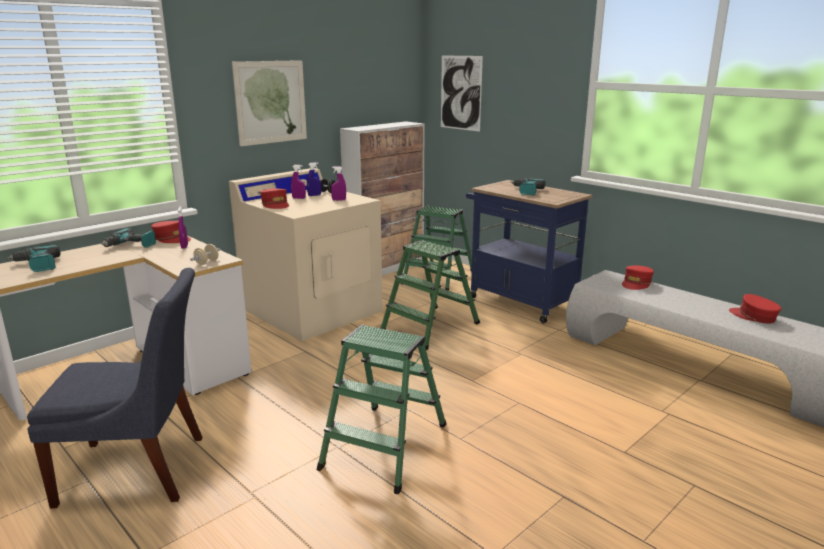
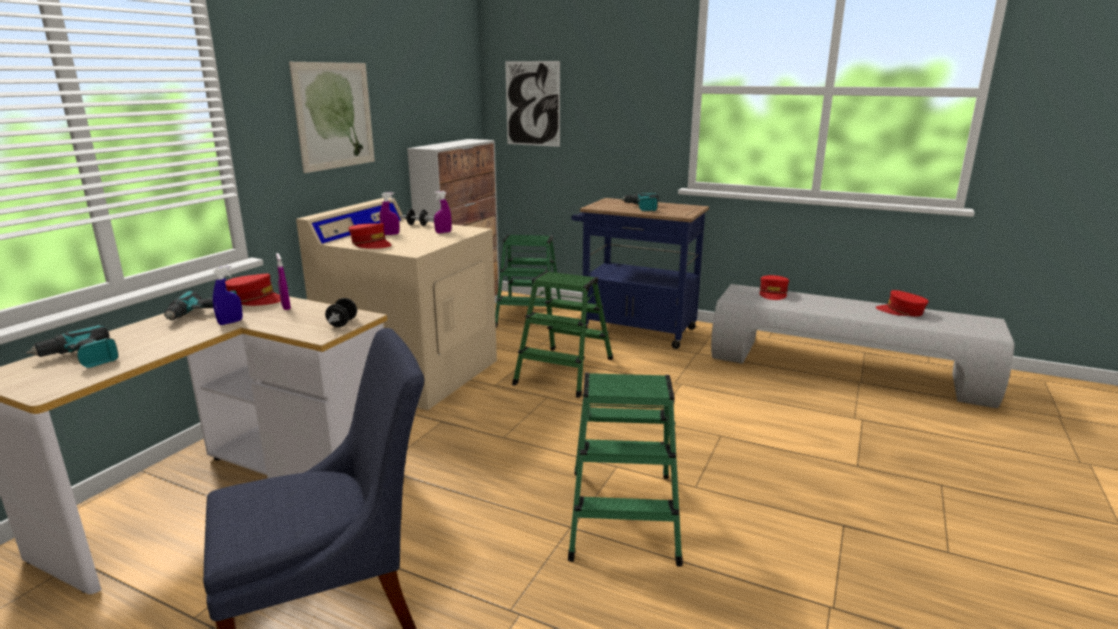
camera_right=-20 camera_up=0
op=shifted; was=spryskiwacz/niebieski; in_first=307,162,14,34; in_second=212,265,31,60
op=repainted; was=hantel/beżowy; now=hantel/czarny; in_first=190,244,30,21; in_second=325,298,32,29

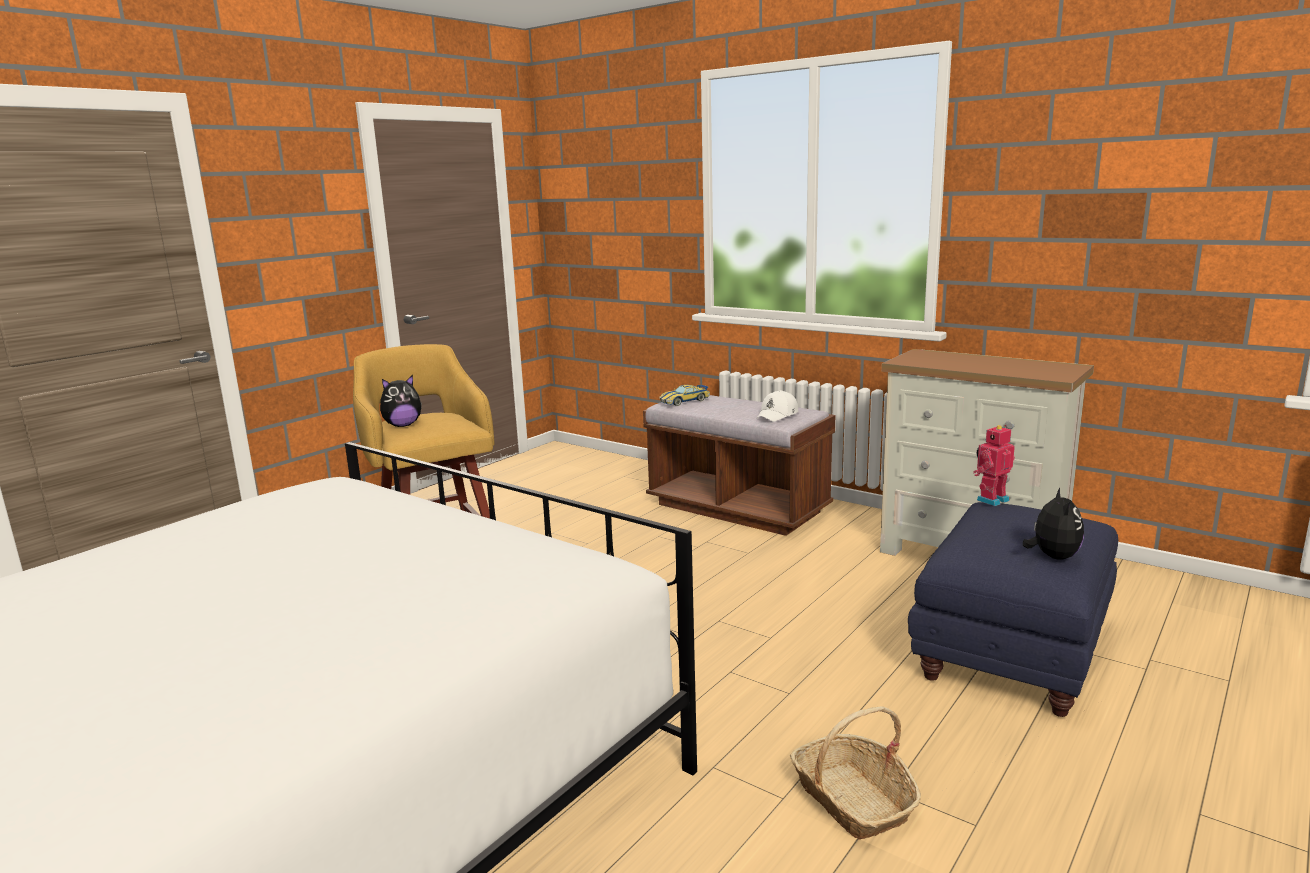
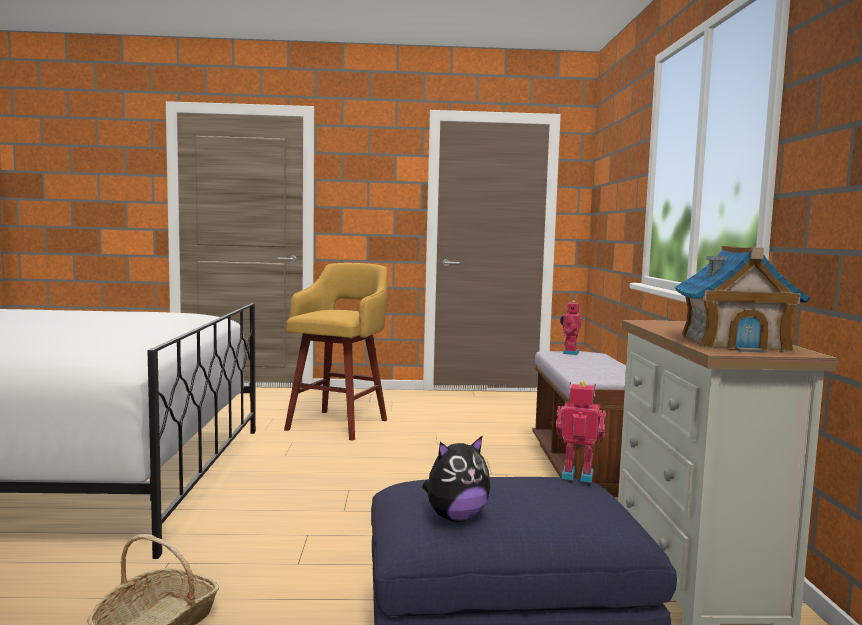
camera_right=50 camera_up=-10
op=gone; was=pluszak; in_first=380,375,42,52
op=gone; was=czapka z daszkiem/biały; in_first=757,390,41,32
op=new; now=domek; in_second=675,246,135,107
op=swapped; was=samochodzik; now=robot zabawkowy; in_first=659,385,51,21; in_second=560,300,22,55

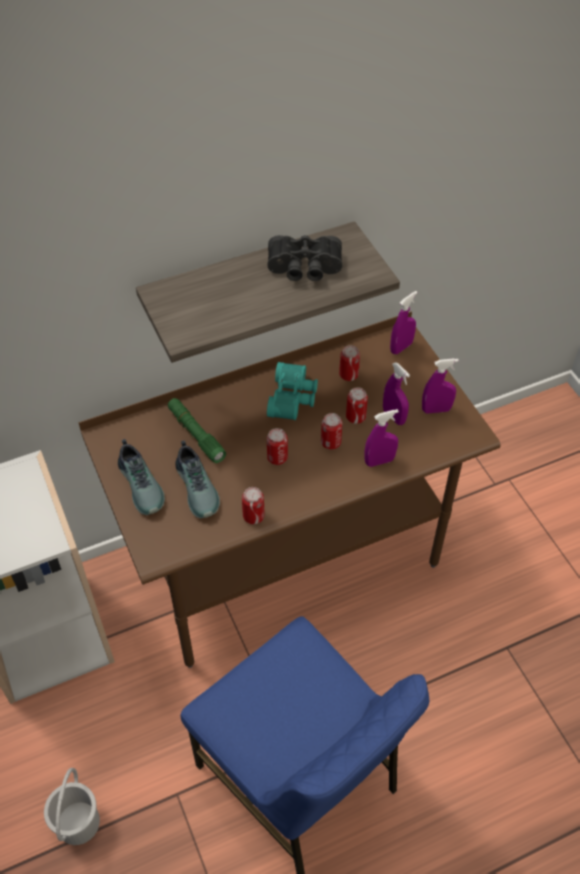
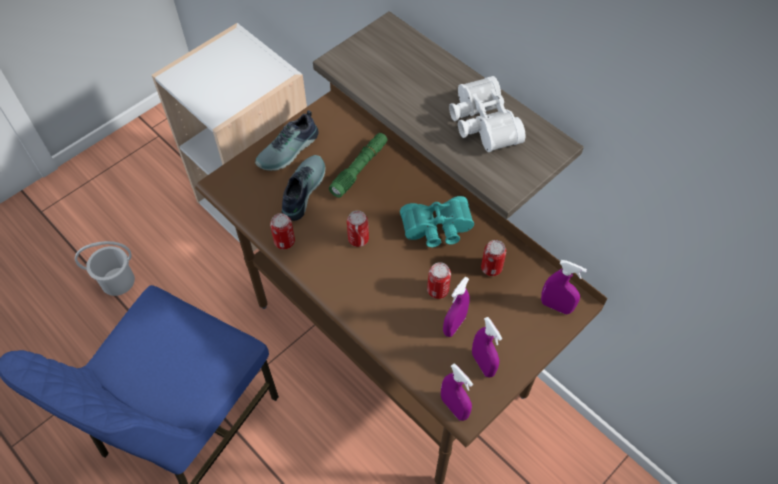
camera_right=70 camera_up=5
op=gone; was=puszka; in_first=321,413,21,37
op=shifted; was=spryskiwacz/fioletowy; in_first=364,409,35,58; in_second=441,363,32,58
op=repainted; was=lornetka/czarny; now=lornetka/biały; in_first=267,235,75,46; in_second=449,76,77,76
op=rotated; was=but; in_first=175,440,45,79; in_second=281,155,45,66; clockwise=150

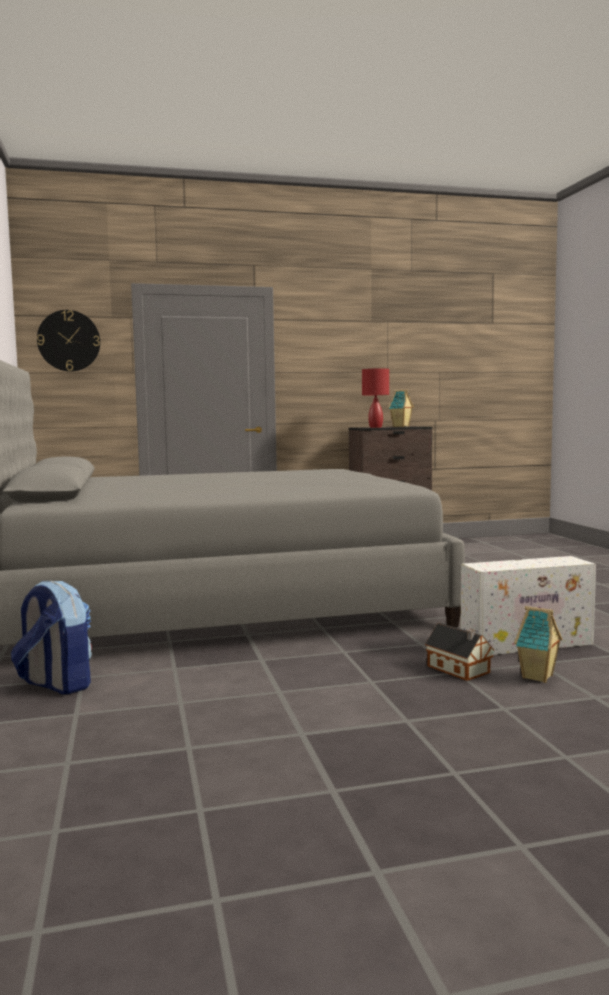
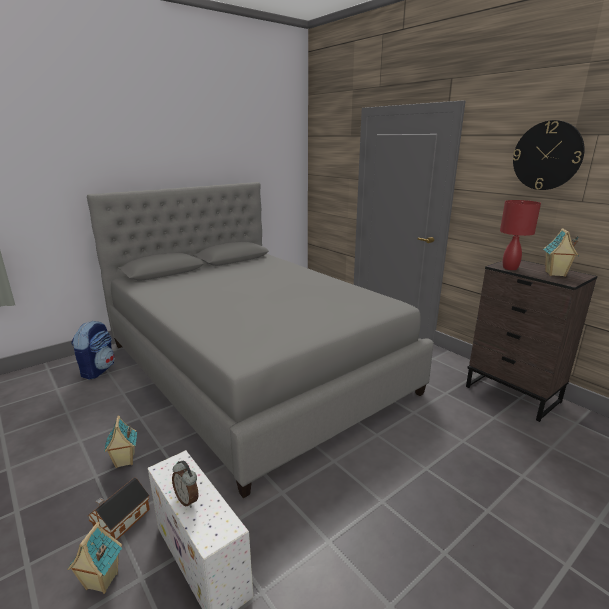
camera_right=65 camera_up=15
op=new; now=domek; in_second=104,415,33,53
op=new; now=budzik; in_second=172,460,27,48
op=shifted; was=zegar ścienny; in_first=37,310,63,62; in_second=513,120,72,70

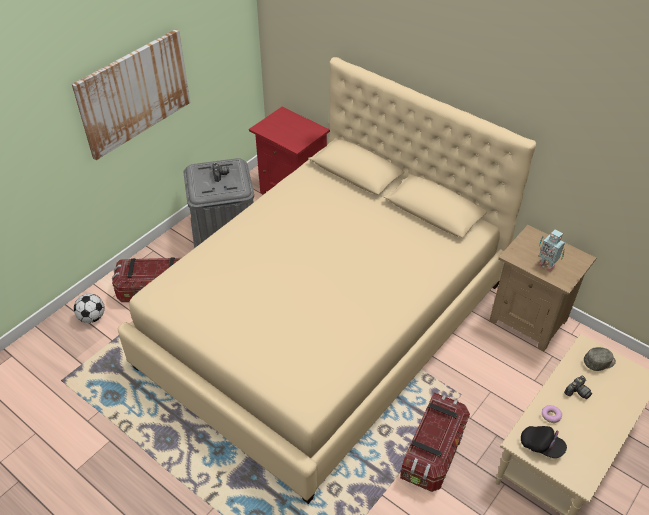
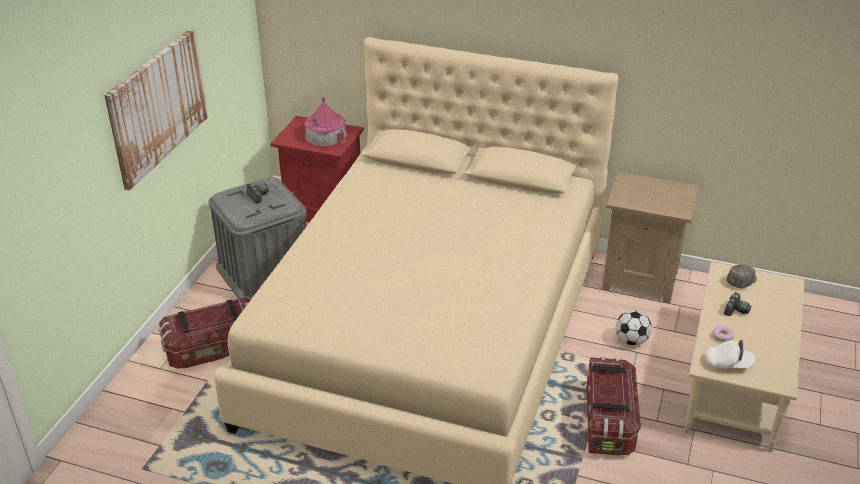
camera_right=-20 camera_up=-10
op=gone; was=robot zabawkowy; in_first=538,229,27,43
op=new; now=domek; in_second=304,97,43,50
op=shifted; was=piłka futbolowa; in_first=74,294,31,29; in_second=616,310,36,36
op=repainted; was=czapka z daszkiem/czarny; now=czapka z daszkiem/biały; in_first=521,426,46,32; in_second=705,340,50,29

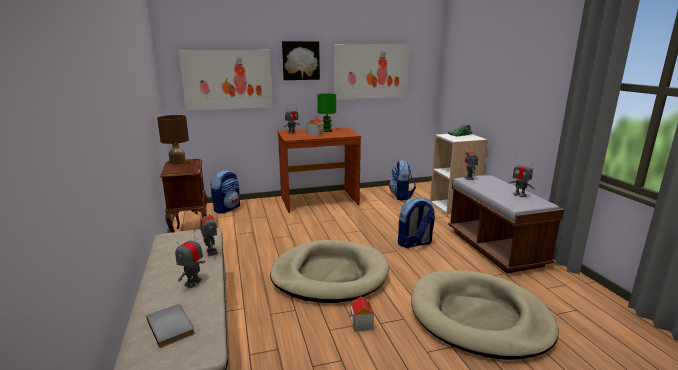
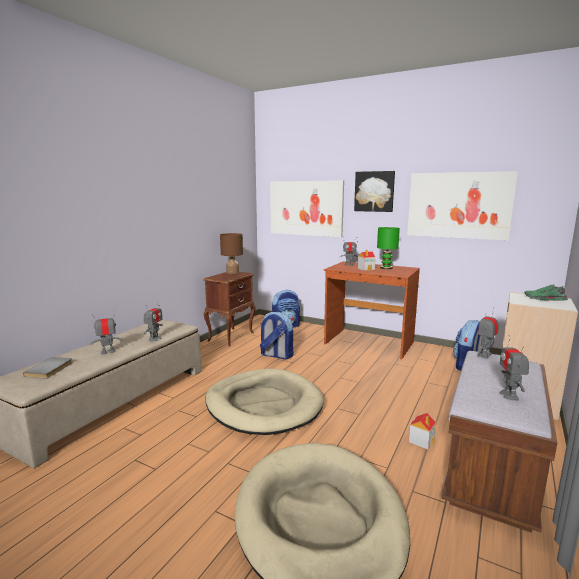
camera_right=45 camera_up=-5
op=shifted; was=domek; in_first=351,296,23,36; in_second=409,413,27,36
op=shifted; was=plecak; in_first=398,197,37,51; in_second=260,312,33,48

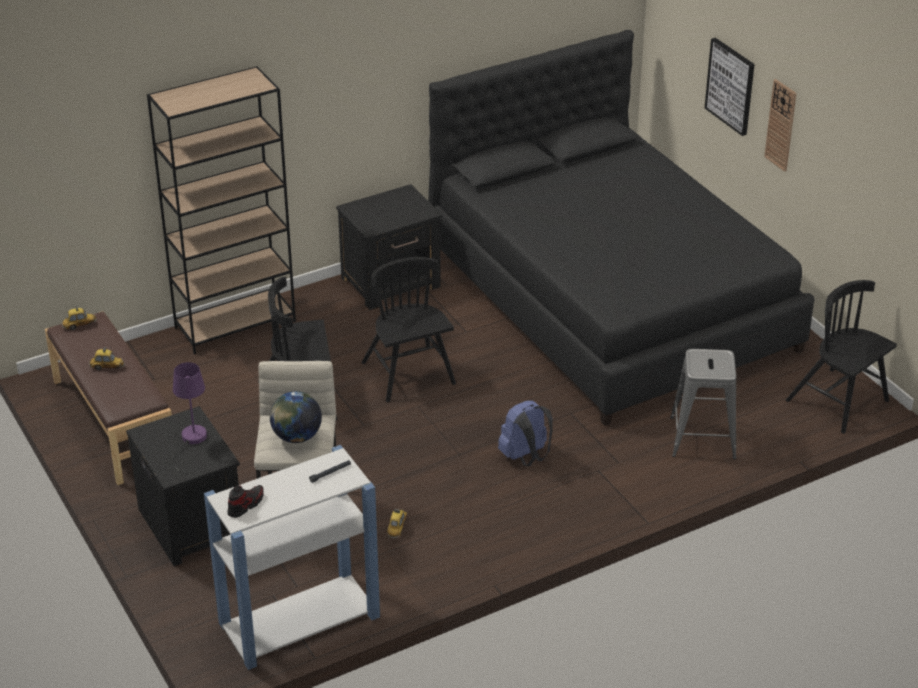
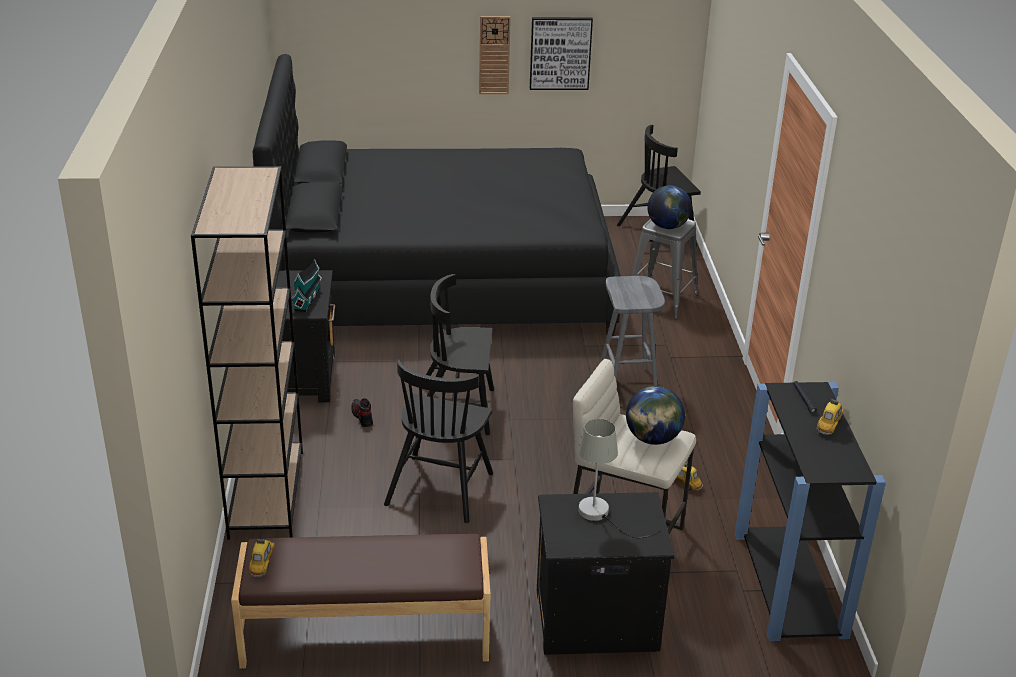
camera_right=-65 camera_up=-5
op=new; now=domek; in_second=291,259,31,53
op=new; now=globus; in_second=647,185,45,44
op=shifted; was=samochodzik; in_first=89,347,36,23; in_second=816,399,28,36
op=shifted; was=but; in_first=227,485,36,33; in_second=351,398,22,29
op=shifted; was=obraz; in_first=705,38,49,98; in_second=530,17,63,73
op=swapped; was=plecak/niebieski; now=stołek/szary; in_first=498,400,54,66; in_second=600,276,65,110
op=repainted; was=lampa stołowa/fioletowy; now=lampa stołowa/szary; in_first=173,362,34,113; in_second=578,419,83,119
op=repainted; was=regał/biały; now=regał/czarny; in_first=204,445,176,225; in_second=735,382,151,259

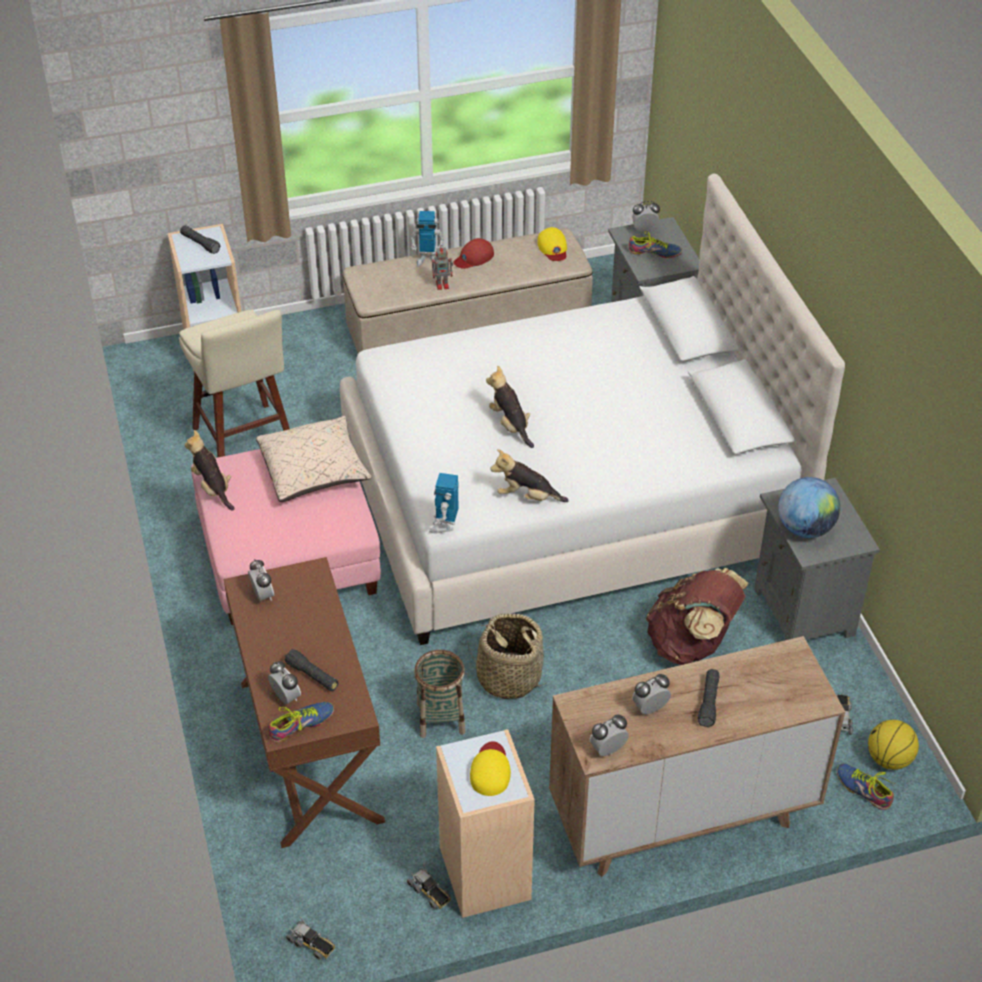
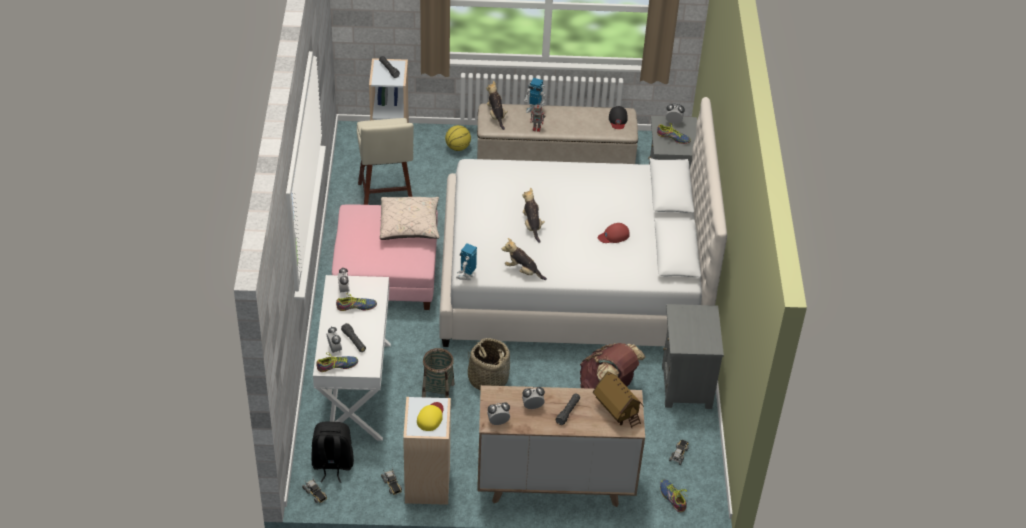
camera_right=15 camera_up=0
op=gone; was=globus; in_first=778,477,62,61
op=new; now=plecak/czarny; in_second=311,422,43,61
op=new; now=but; in_second=336,293,41,18
op=new; now=domek; in_second=593,371,51,57
op=shifted; was=pluszak; in_first=185,430,49,81; in_second=486,81,22,49
op=shifted; was=czapka z daszkiem/czerwony; in_first=453,238,41,31; in_second=598,223,32,20
op=shifted; was=piłka do koszykówki; in_first=868,720,51,50; in_second=445,125,26,26
op=repainted; was=biurko/brązowy; now=biurko/biały; in_first=224,557,162,291; in_second=313,275,78,166
op=repainted; was=czapka z daszkiem/żółty; now=czapka z daszkiem/czarny; in_first=537,227,30,34; in_second=609,106,18,23

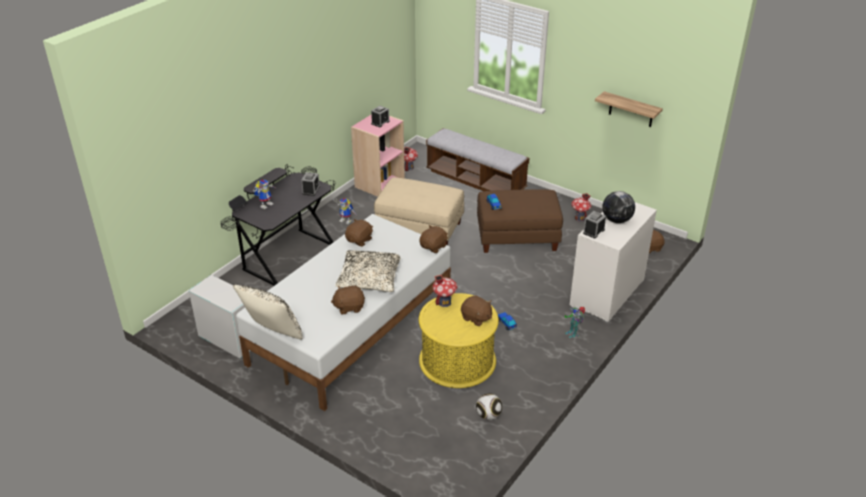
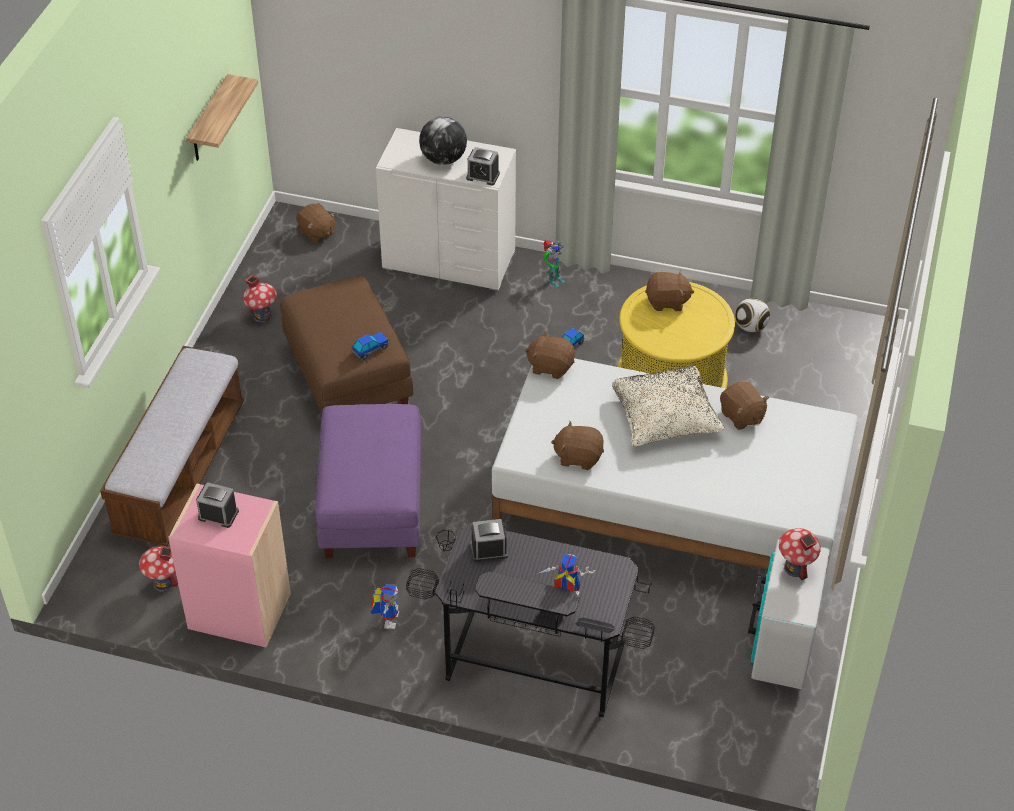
camera_right=-110 camera_up=10
op=gone; was=poduszka/beżowy; in_first=233,285,70,55
op=shifted; was=domek; in_first=433,275,24,32; in_second=779,528,42,52
op=repainted; was=pufa/beżowy; now=pufa/fioletowy; in_first=374,177,90,68; in_second=316,404,105,154
op=rotated; was=pluszak/brązowy; in_first=461,295,31,31; in_second=645,270,49,41; clockwise=75

